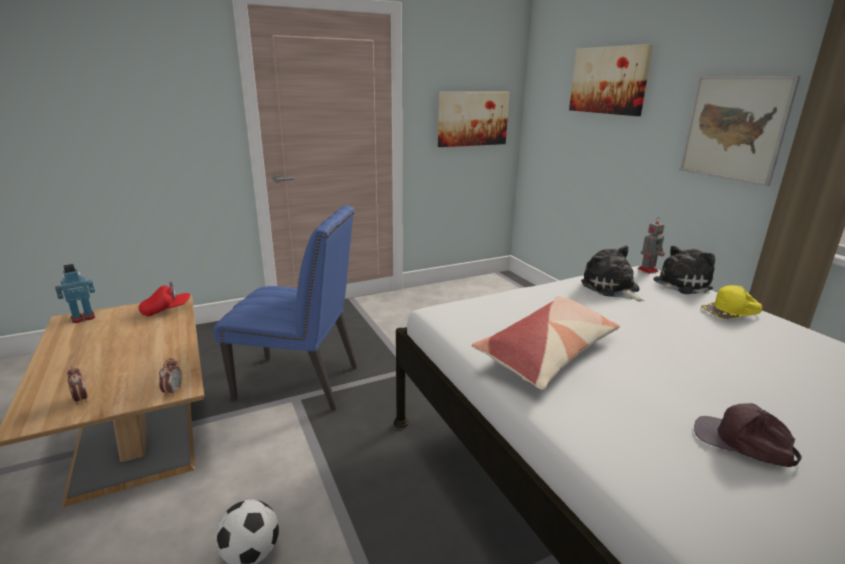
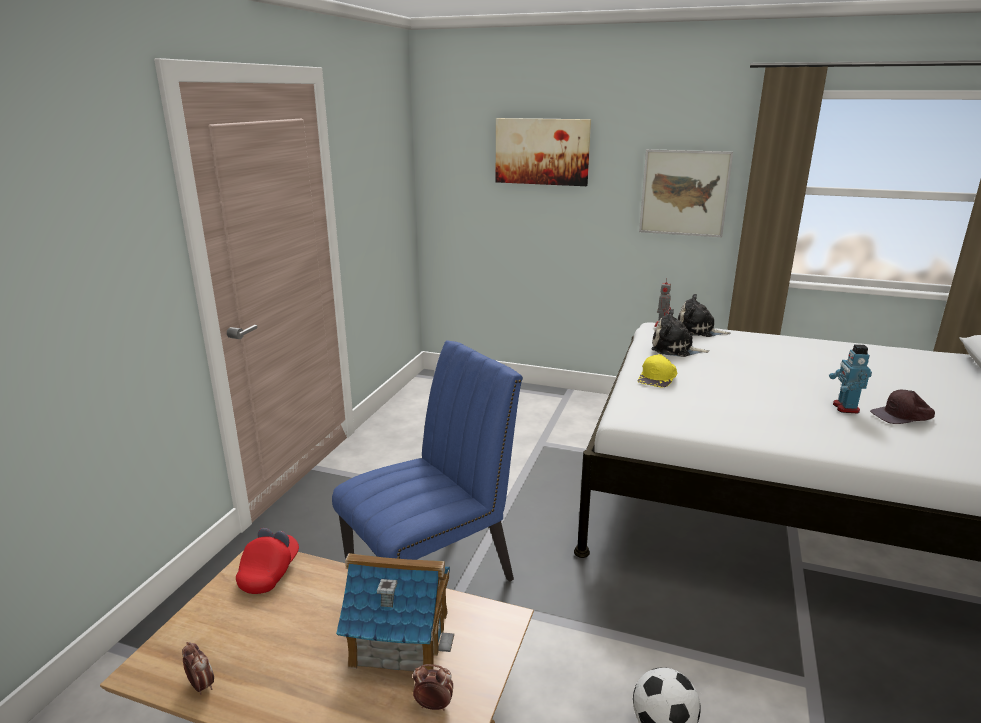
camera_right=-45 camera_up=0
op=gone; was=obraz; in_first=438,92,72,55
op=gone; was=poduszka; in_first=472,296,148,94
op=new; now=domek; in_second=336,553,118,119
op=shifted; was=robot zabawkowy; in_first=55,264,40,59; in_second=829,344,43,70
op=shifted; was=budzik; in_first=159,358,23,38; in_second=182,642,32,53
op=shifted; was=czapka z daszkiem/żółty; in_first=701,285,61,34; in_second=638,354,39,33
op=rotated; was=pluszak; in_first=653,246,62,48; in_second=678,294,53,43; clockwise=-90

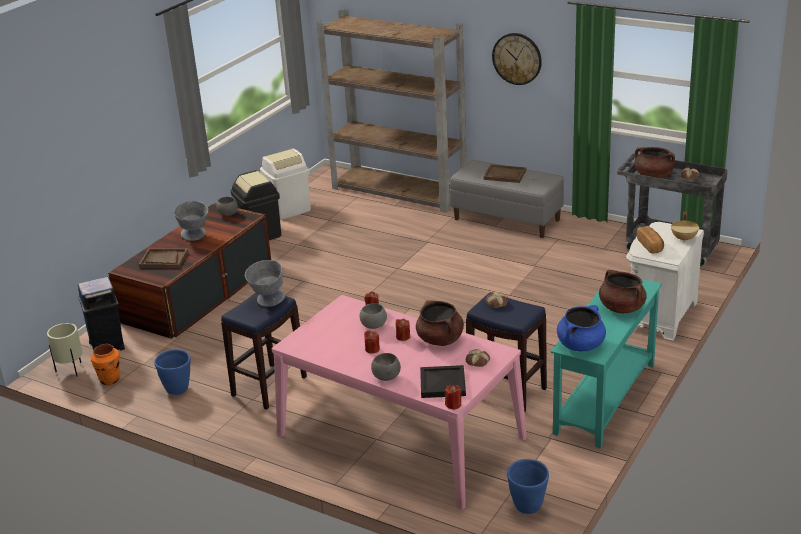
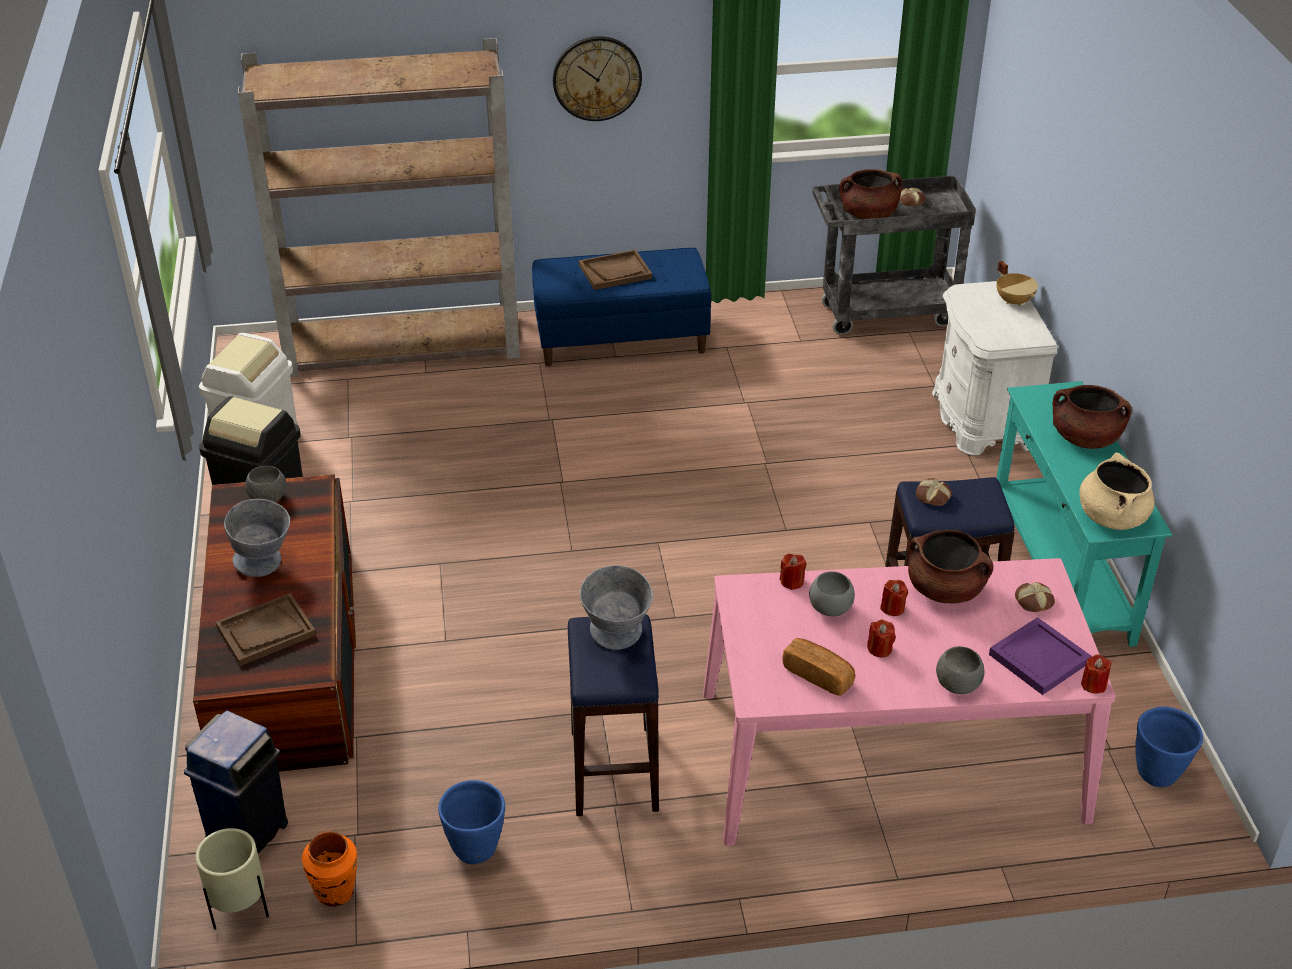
camera_right=-40 camera_up=10
op=shifted; was=chleb; in_first=637,226,27,28; in_second=783,638,72,58
op=repainted; was=taca/czarny; now=taca/fioletowy; in_first=420,365,46,33; in_second=989,617,102,78
op=repainted; was=ławka/szary; now=ławka/niebieski; in_first=450,160,114,78; in_second=532,248,179,119
op=repainted; was=garnek/niebieski; now=garnek/beżowy; in_first=557,305,49,46; in_second=1080,452,75,78

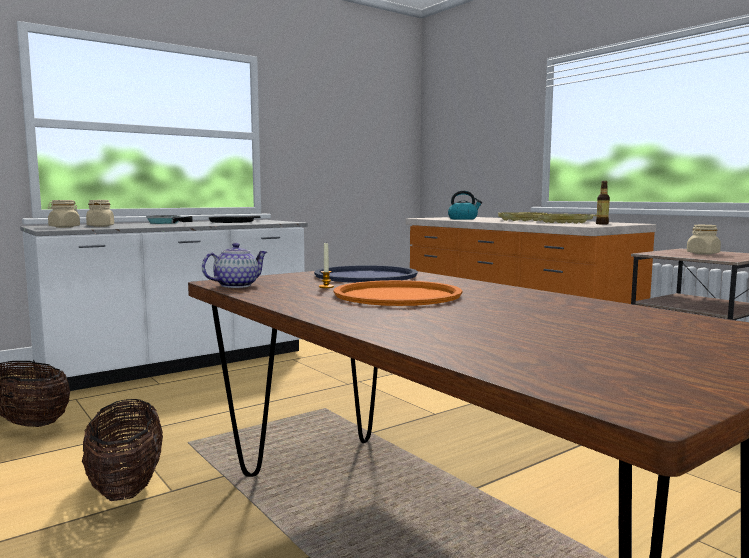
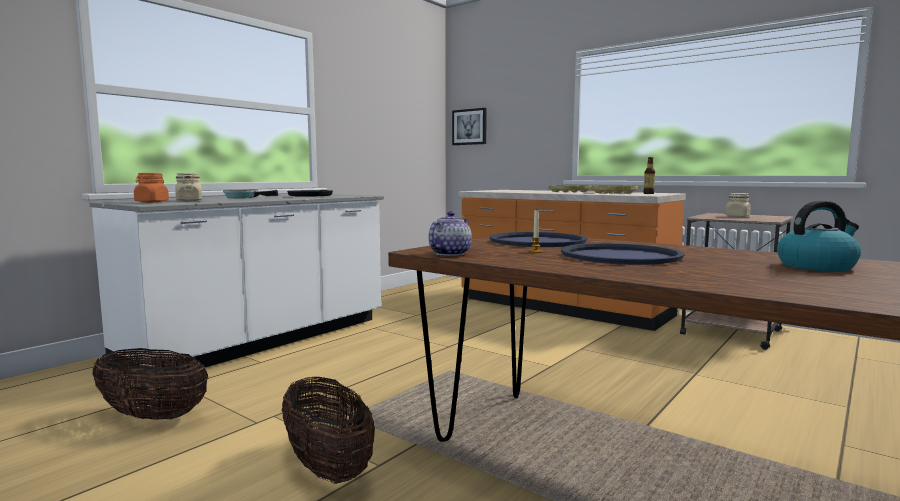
camera_right=-15 camera_up=0
op=new; now=obraz; in_second=452,108,35,37
op=shifted; was=czajnik; in_first=448,191,34,29; in_second=777,200,84,71
op=repainted; was=słoik/beżowy; now=słoik/pomarańczowy; in_first=47,200,33,28; in_second=134,173,35,30
op=repainted; was=taca/pomarańczowy; now=taca/niebieski; in_first=334,280,128,26; in_second=561,243,124,22

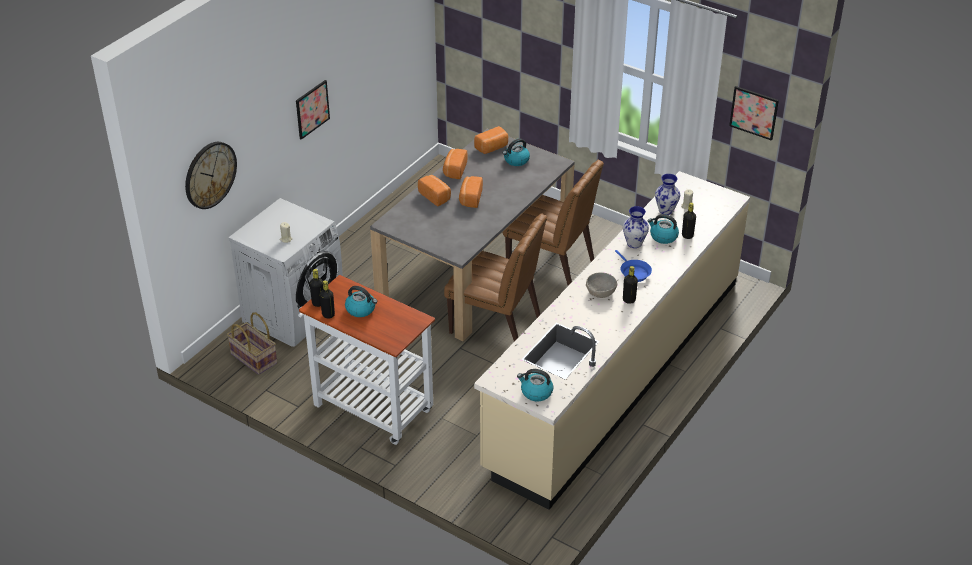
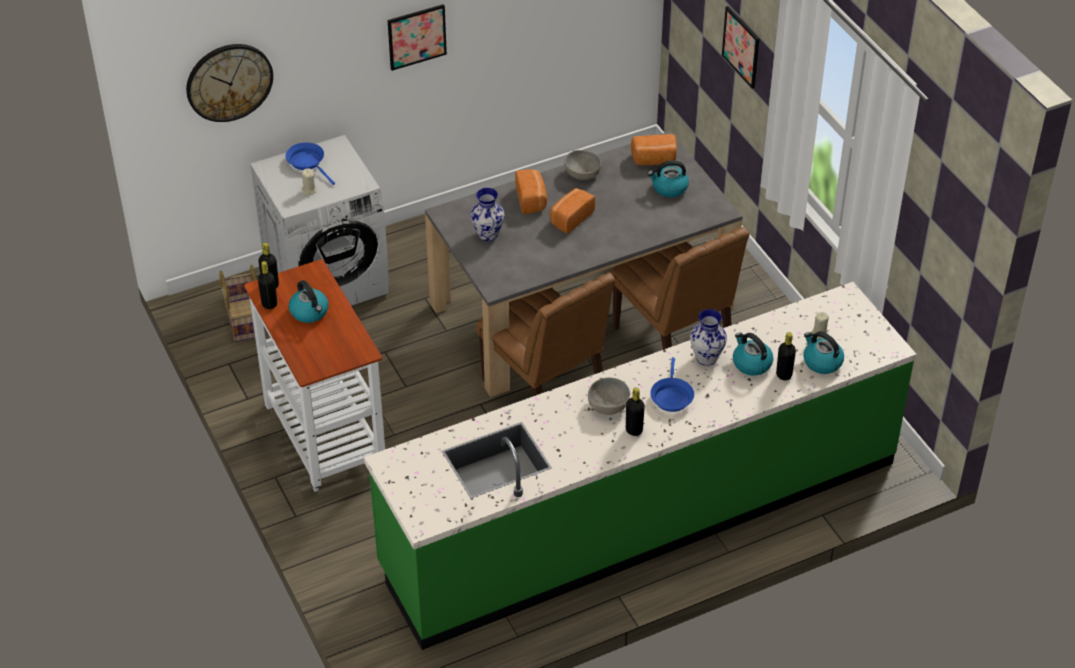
camera_right=30 camera_up=5
op=new; now=patelnia/niebieski; in_second=286,142,49,43
op=shifted; was=czajnik; in_first=517,369,36,33; in_second=804,332,40,42
op=shifted; was=wazon; in_first=655,174,25,41; in_second=471,188,33,53
op=shifted; was=obraz; in_first=729,86,50,55; in_second=722,6,37,83
op=swapped; was=chleb; now=miska/szary; in_first=443,149,24,30; in_second=564,150,37,30
op=repainted; was=zabudowa kuchenna/beżowy; now=zabudowa kuchenna/zielony; in_first=474,171,276,339; in_second=364,282,553,368

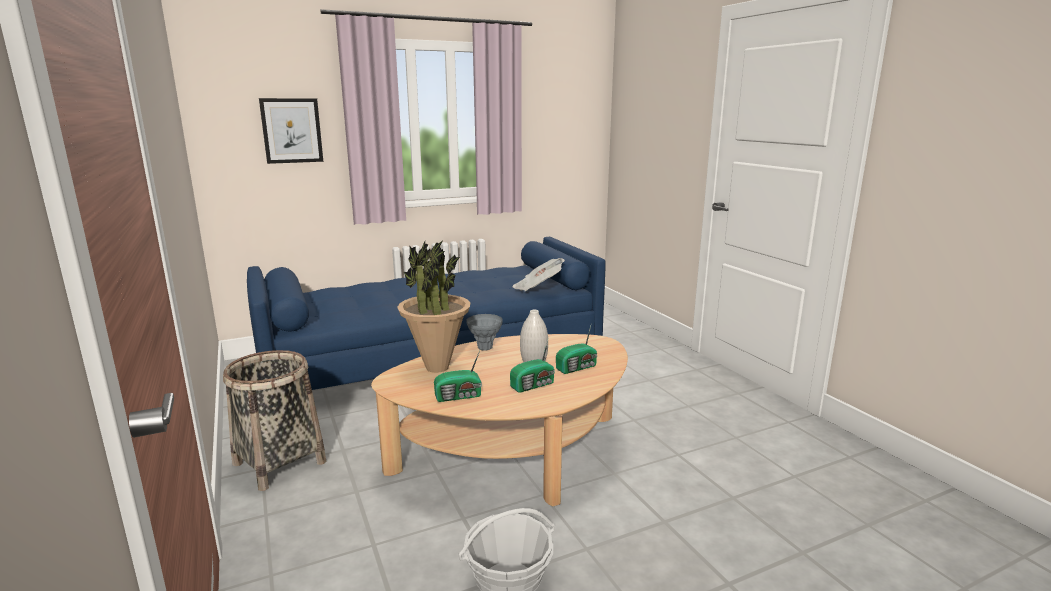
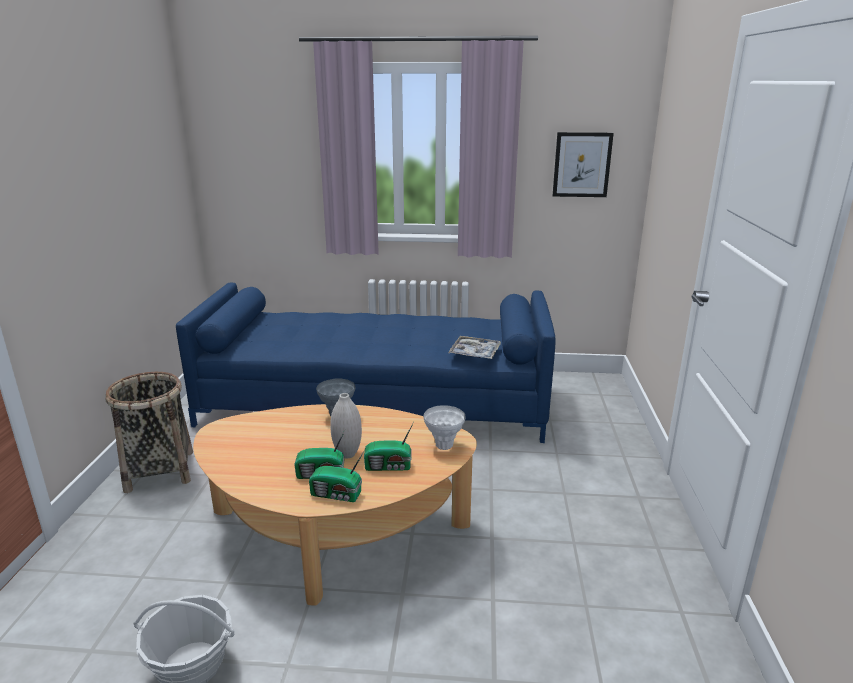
camera_right=30 camera_up=5
op=gone; was=roślina doniczkowa; in_first=398,240,73,133
op=new; now=wazon/biały; in_second=424,405,41,45
op=shifted; was=obraz; in_first=259,98,64,66; in_second=553,132,61,65
op=shifted; was=radio; in_first=434,350,48,52; in_second=309,451,55,51
op=swapped; was=gazeta; now=taca; in_first=512,258,53,33; in_second=448,336,53,23

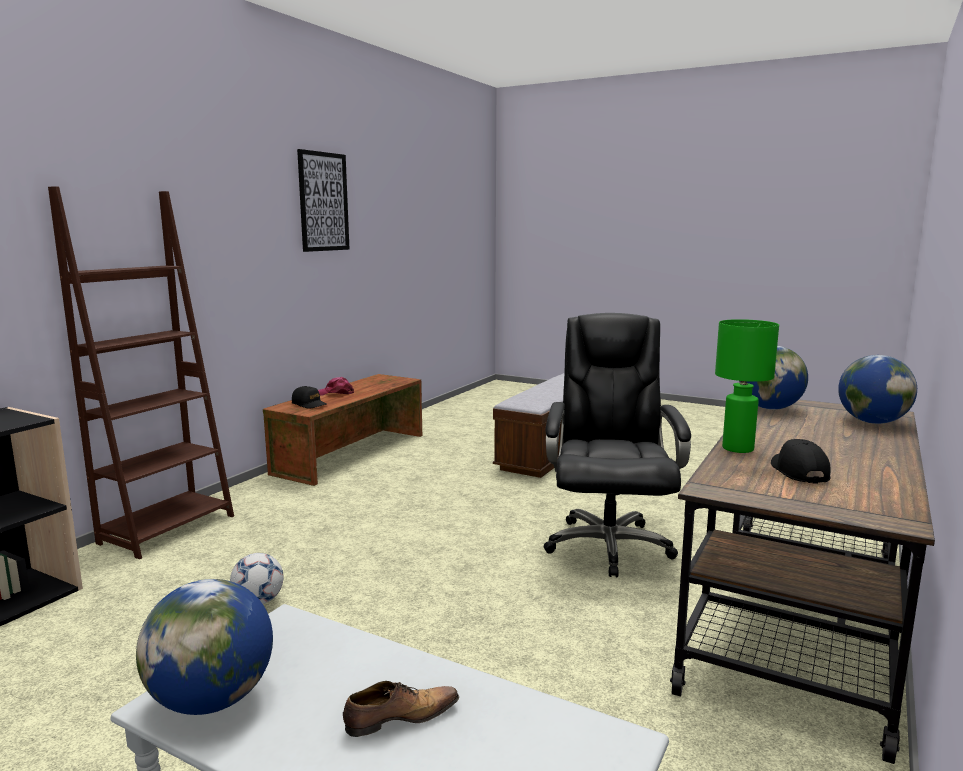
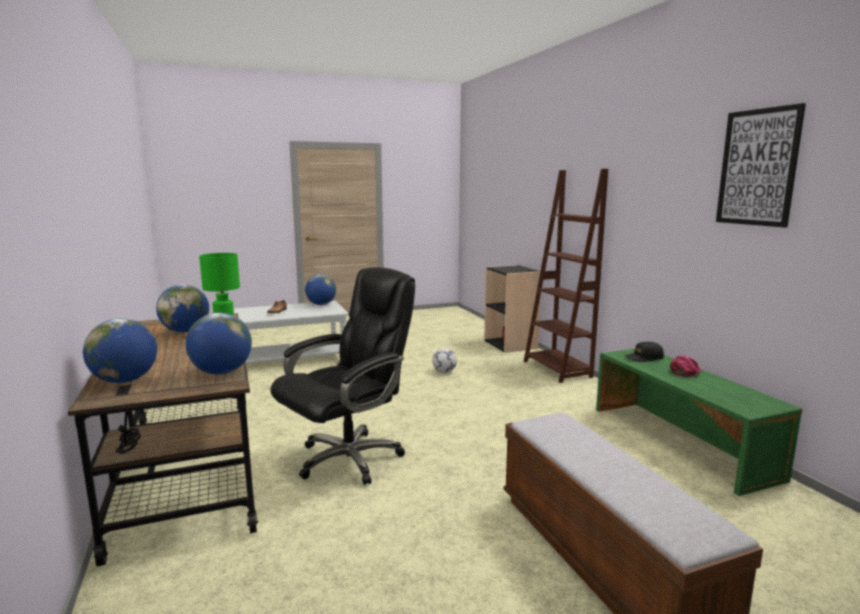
camera_right=130 camera_up=0
op=swapped; was=czapka z daszkiem/czarny; now=globus; in_first=771,439,60,45; in_second=156,284,53,49
op=repainted; was=ławka/brązowy; now=ławka/zielony; in_first=263,374,159,112; in_second=596,349,207,147
op=rotated; was=krzesło biurowe/czarny; in_first=544,313,147,264; in_second=270,267,145,218; clockwise=-90

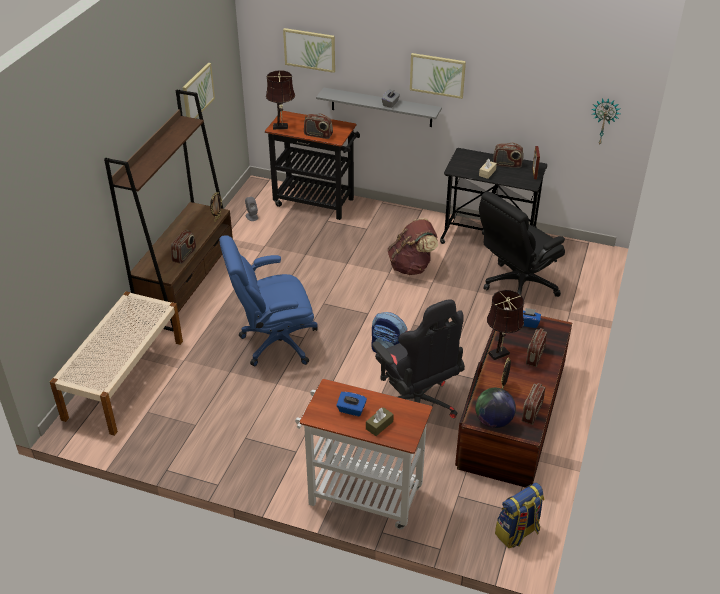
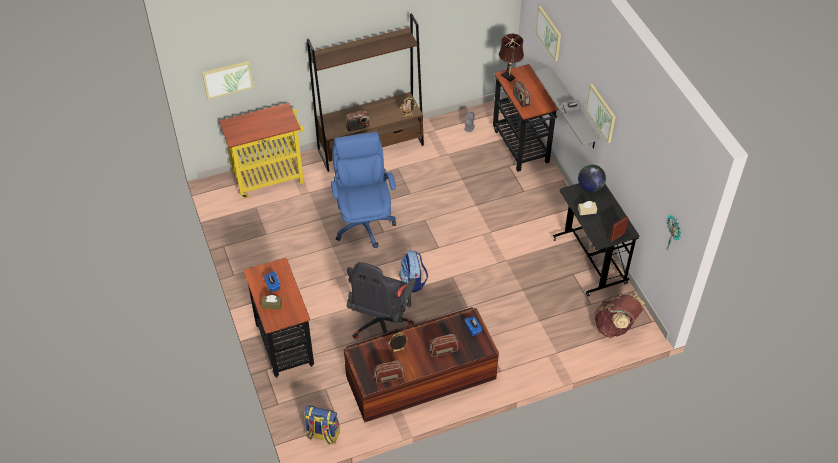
camera_right=50 camera_up=10
op=gone; was=krzesło biurowe/czarny; in_first=479,192,86,105
op=gone; was=lampa stołowa/brązowy; in_first=487,290,37,70
op=gone; was=radio; in_first=493,143,30,25
op=shifted; was=obraz; in_first=183,63,32,55; in_second=202,61,52,38
op=shifted; was=plecak/brązowy; in_first=388,218,50,57; in_second=594,294,52,44
op=shifted; was=globus; in_first=475,388,41,40; in_second=578,165,28,27
op=swapped; was=ławka/beżowy; now=wózek/żółty; in_first=50,291,133,145; in_second=219,103,85,95
op=repainted; was=wózek/biały; now=wózek/czarny; in_first=295,379,137,150; in_second=244,258,70,120
op=rotated; was=krzesło biurowe/niebieski; in_first=219,235,99,131; in_second=331,132,65,116; clockwise=45

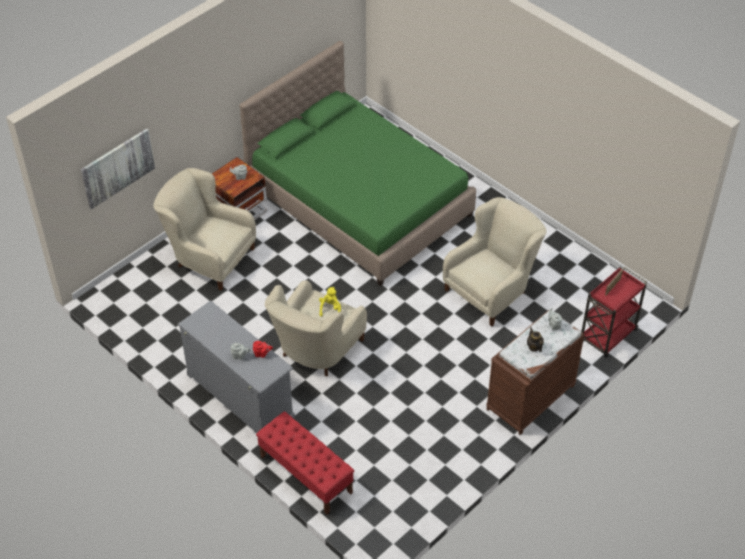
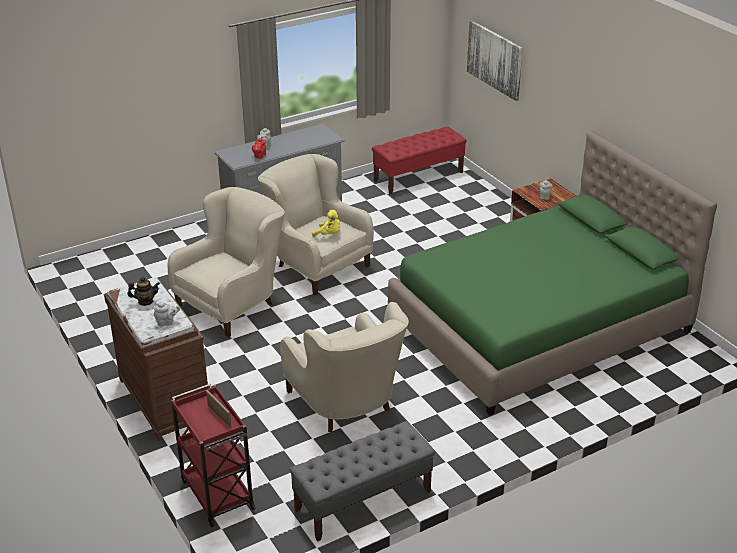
camera_right=105 camera_up=-15
op=new; now=ławka/szary; in_second=290,421,145,121
op=shifted; was=fotel/beżowy; in_first=153,168,103,123; in_second=168,187,117,151
op=shifted; was=ławka/czerwony; in_first=256,411,98,104; in_second=372,127,95,67

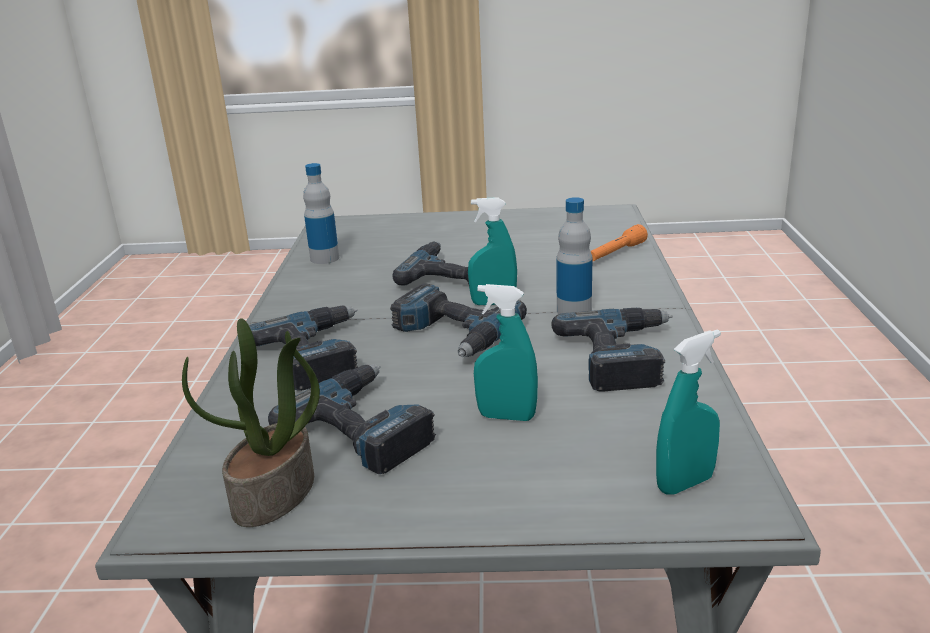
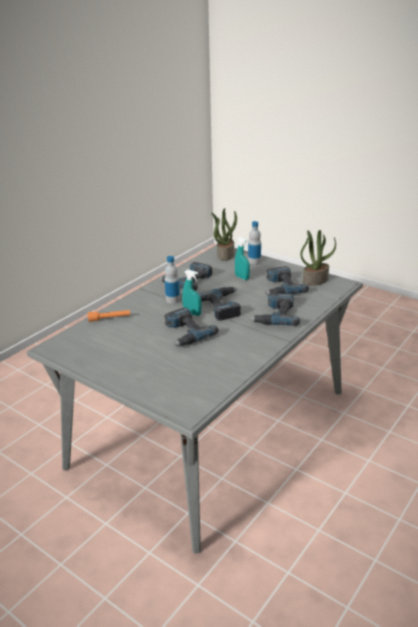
camera_right=-145 camera_up=5
op=shifted; was=butelka; in_first=303,163,36,101; in_second=248,221,13,44
op=swapped; was=spryskiwacz/turkusowy; now=roślina doniczkowa; in_first=656,330,65,164; in_second=211,208,26,53

